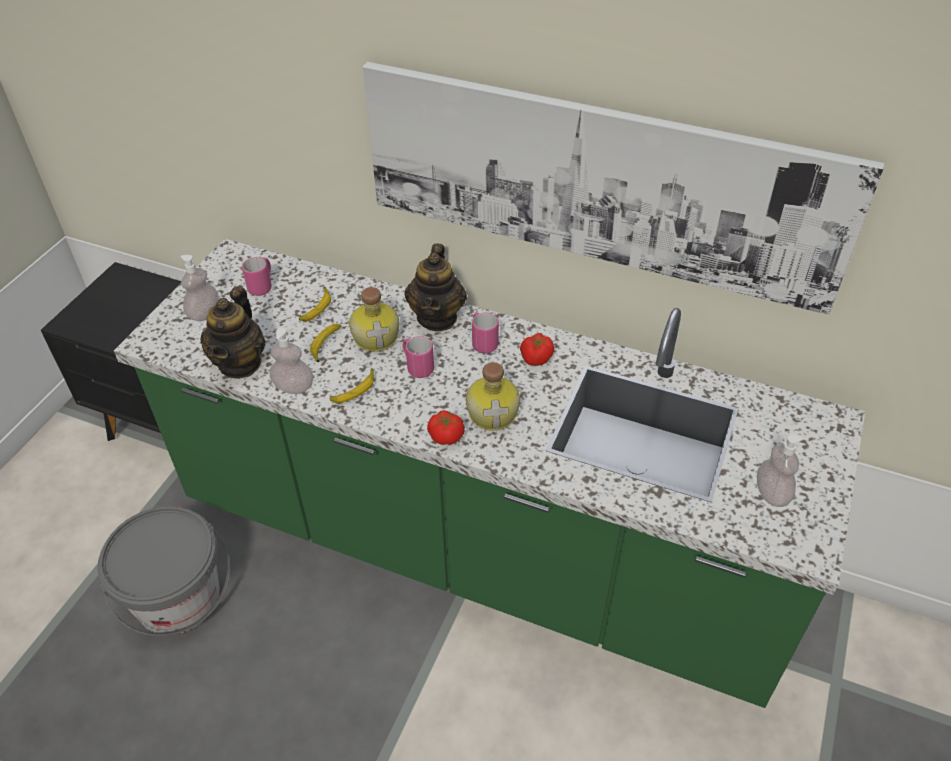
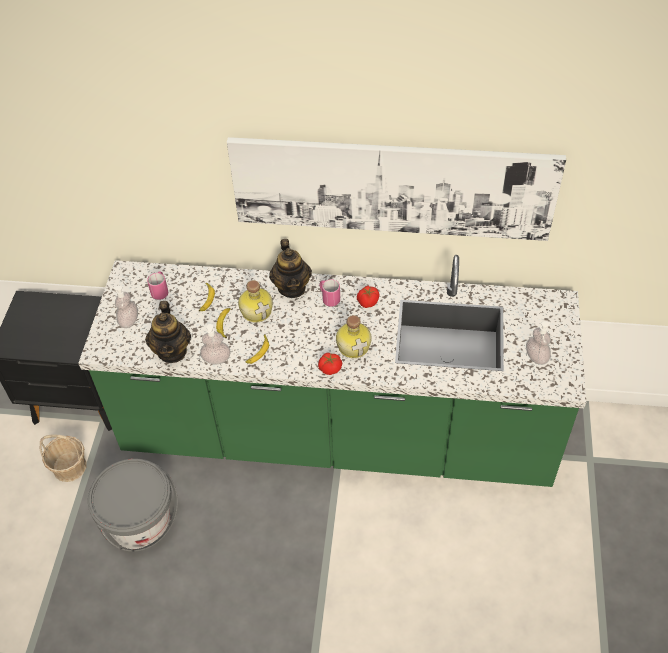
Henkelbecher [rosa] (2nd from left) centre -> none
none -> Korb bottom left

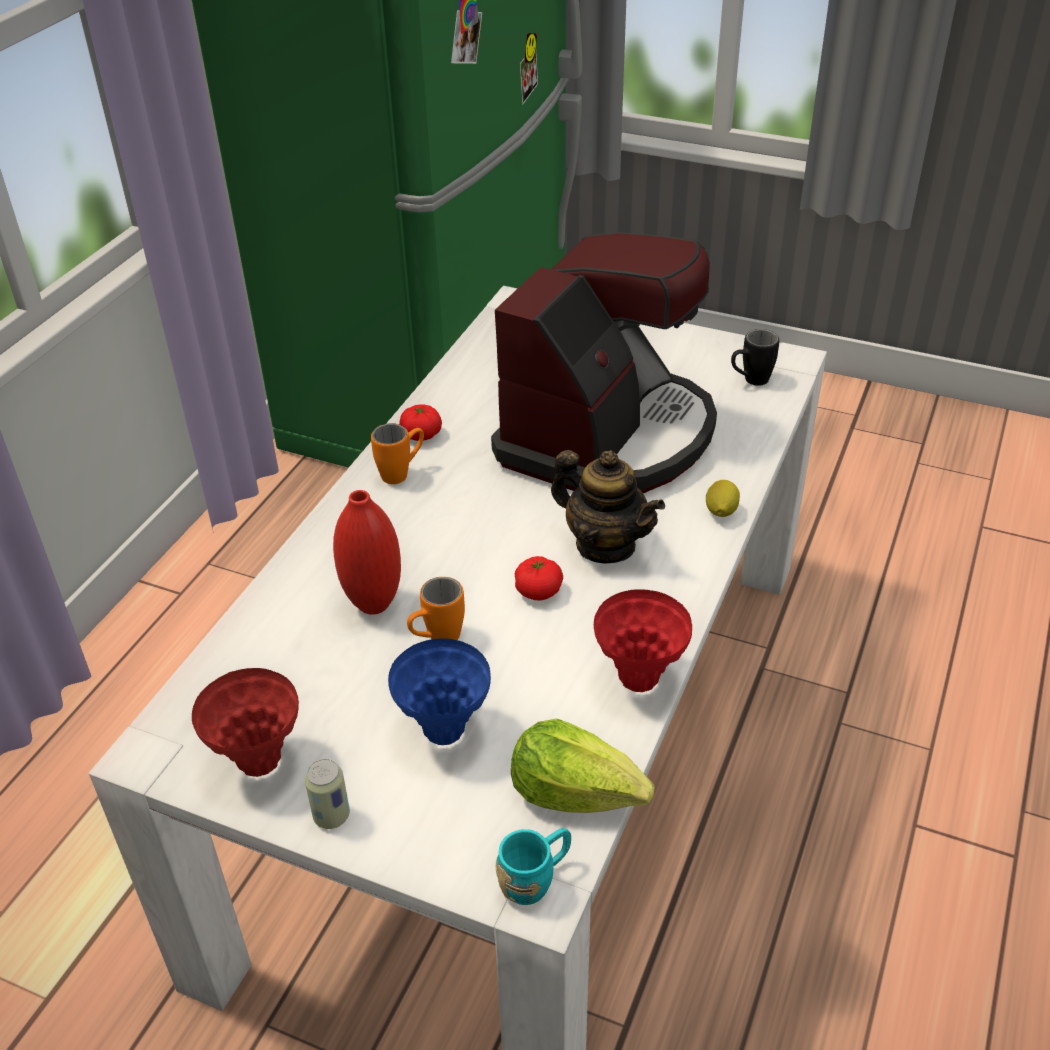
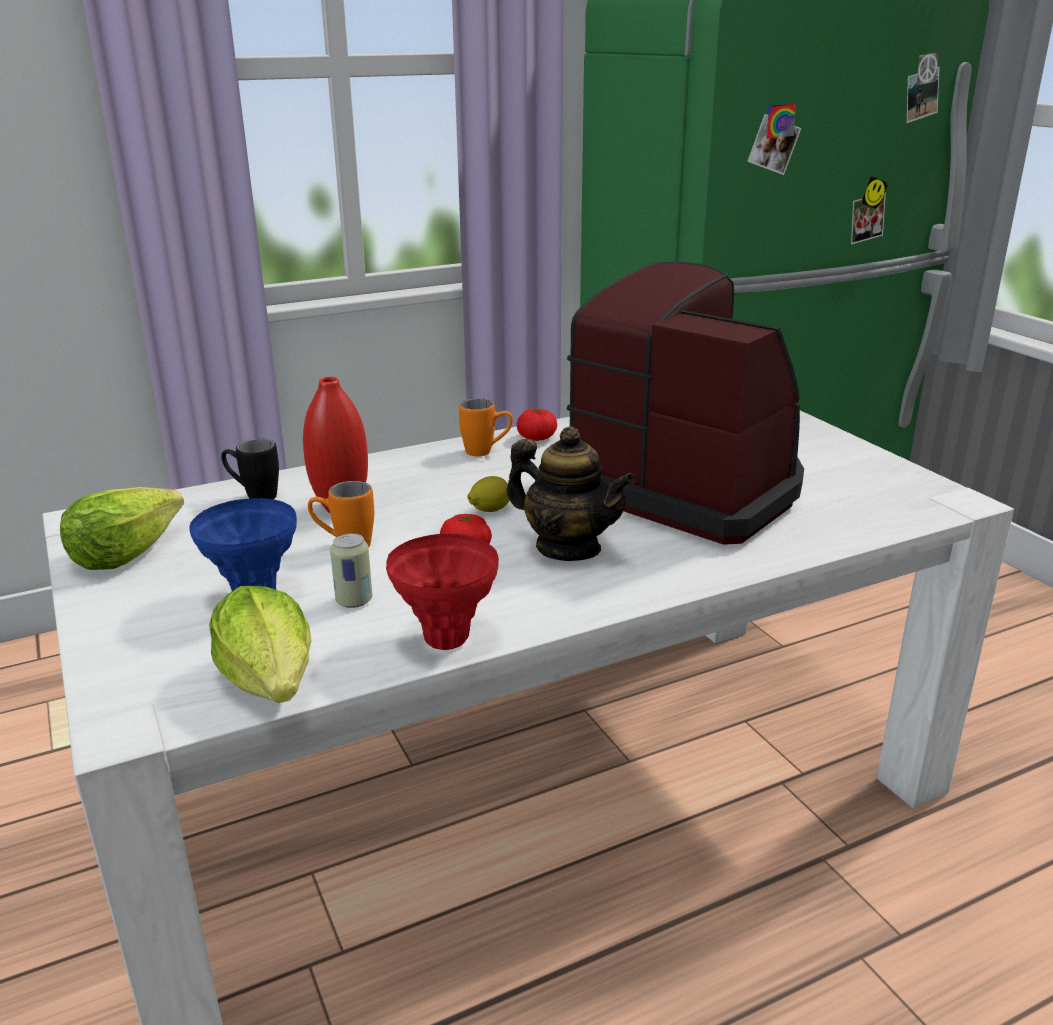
Vase [rot] (1st from left) bottom left -> Salatkopf (1st from left) middle left
Dose bottom left -> Dose centre, move
Kaffeemaschine centre, 120 degrees counterclockwise
Henkelbecher [türkis] bottom centre -> none
Teekanne centre, 45 degrees counterclockwise
Zitrone middle right -> Zitrone centre, move
Henkelbecher [schwarz] middle right -> Henkelbecher [schwarz] middle left, move

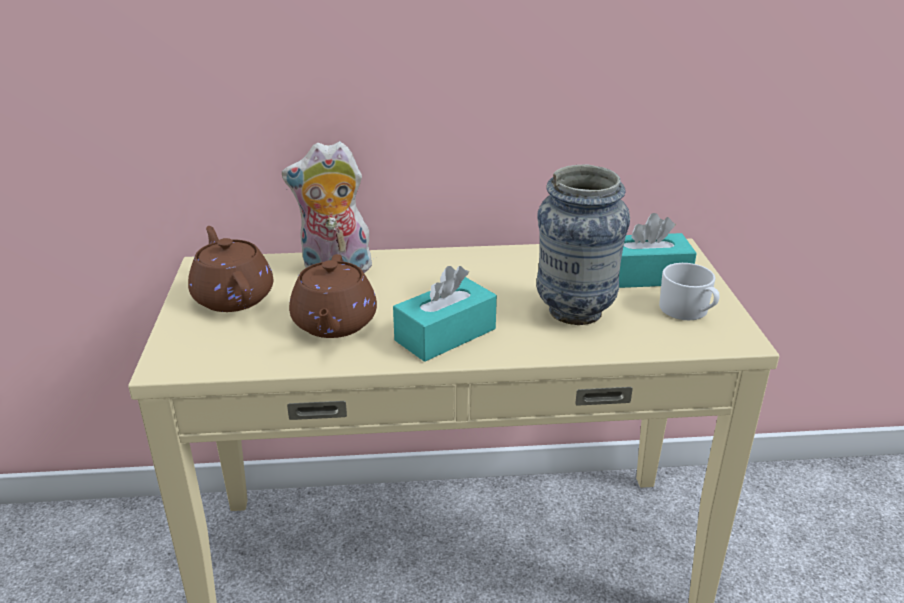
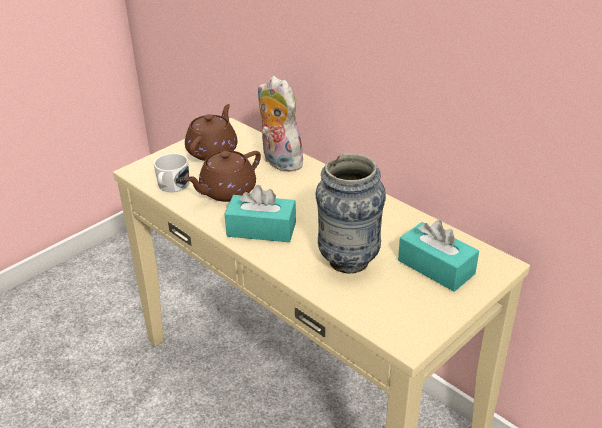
Henkelbecher [weiß] middle right -> Henkelbecher [weiß] middle left, move

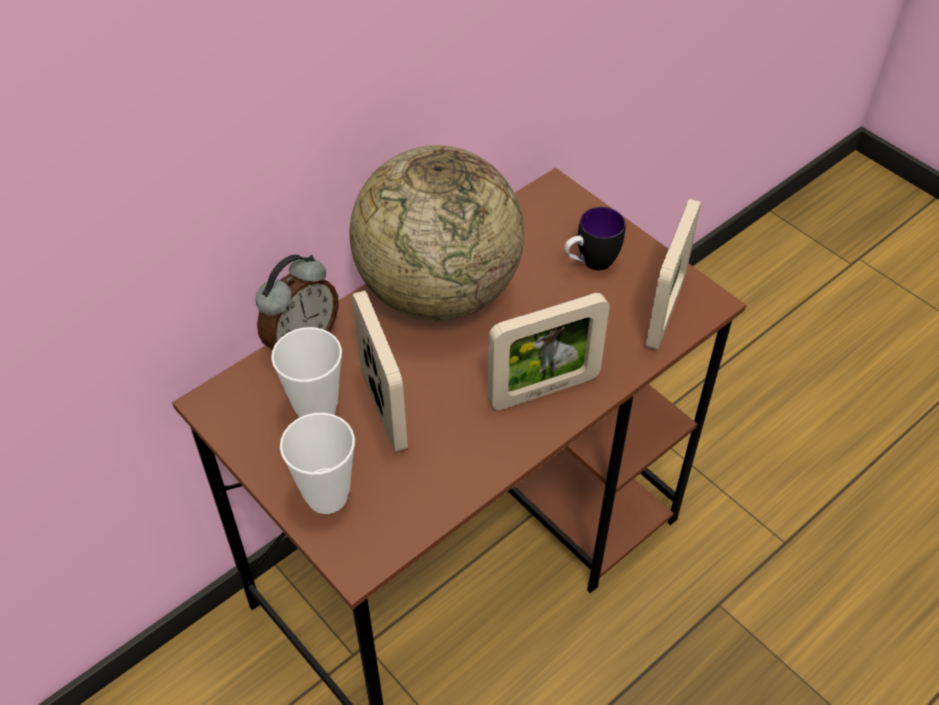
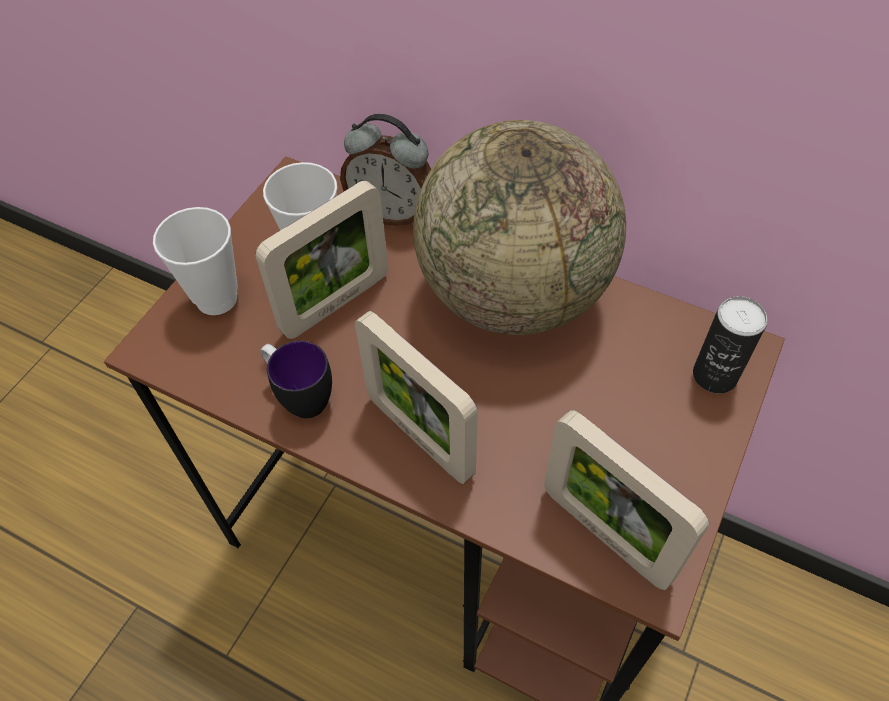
Henkelbecher centre -> Henkelbecher middle left, move
Bilderrahmen (3rd from left) middle right -> Bilderrahmen (3rd from left) bottom right, 45 degrees clockwise
none -> Dose middle right

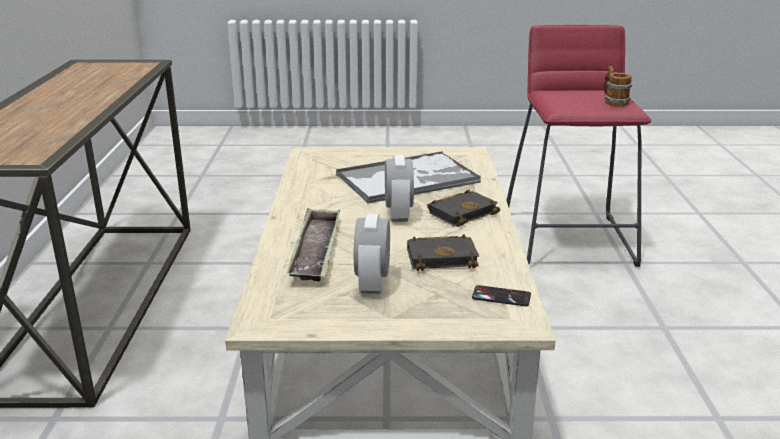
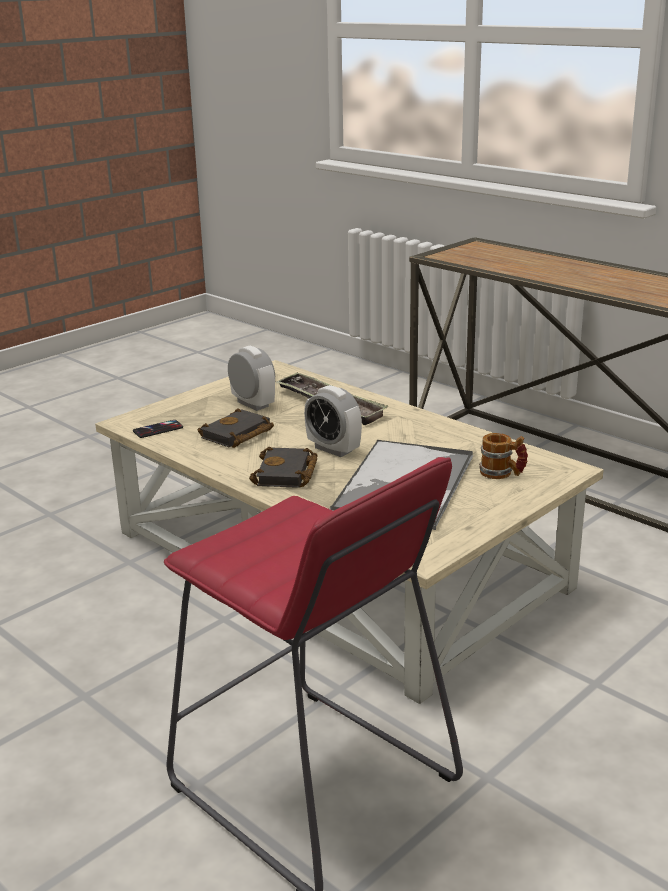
Henkelbecher top right -> Henkelbecher middle right, move

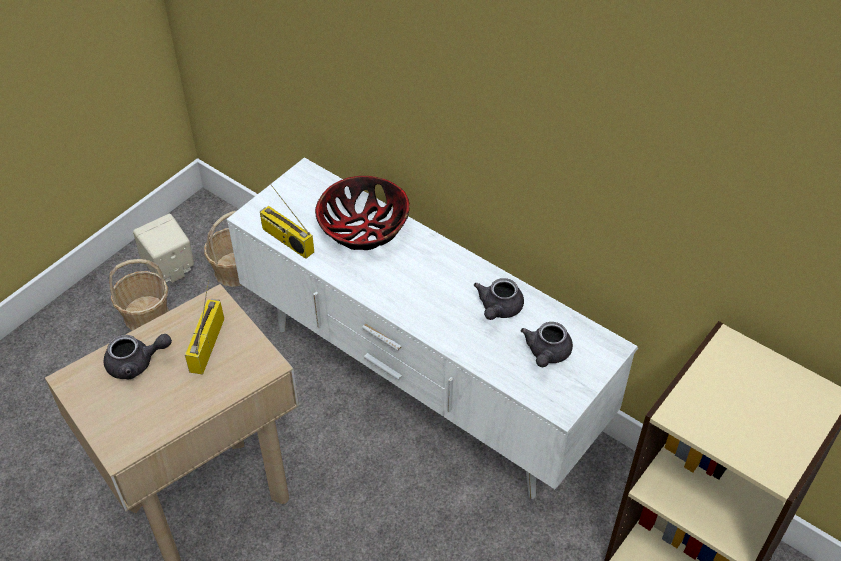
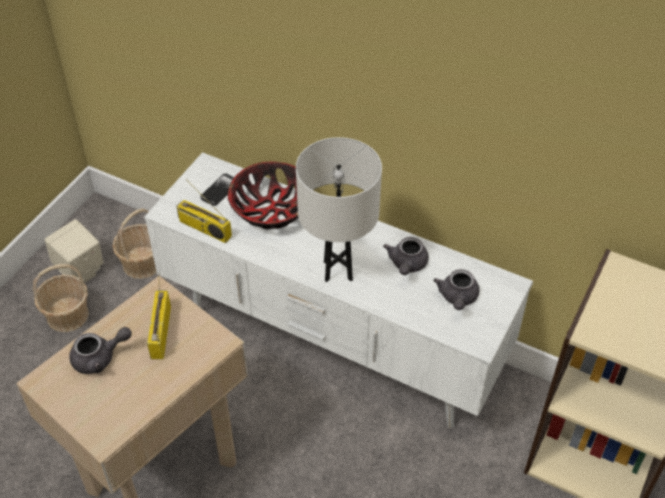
none -> Handy middle left
none -> Tischlampe [weiß] centre

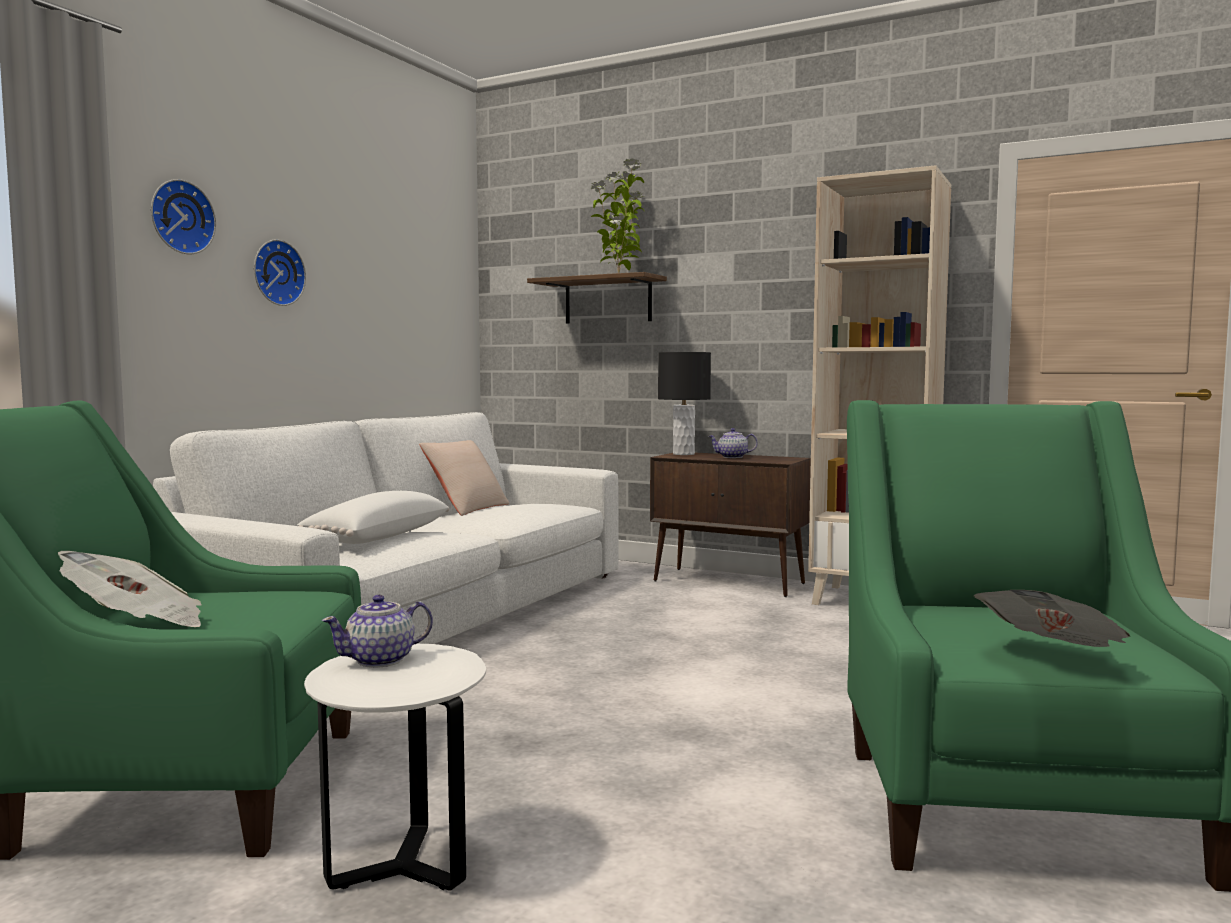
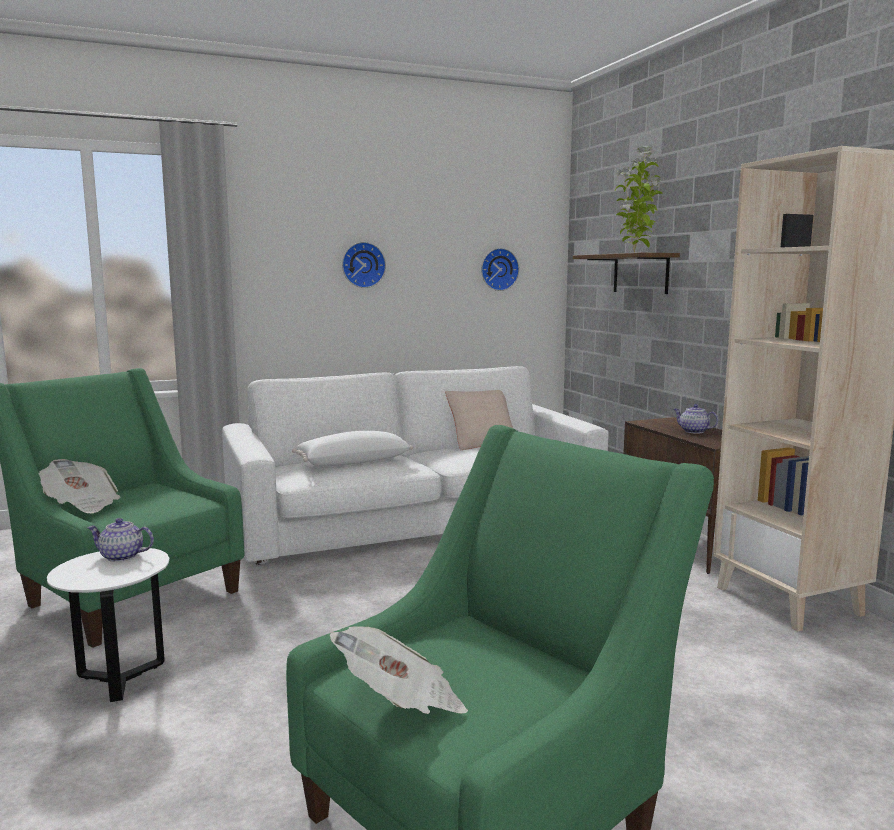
Wanduhr (1st from left in the first image) top left -> Wanduhr (2nd from left) top centre, move
Tischlampe [schwarz] centre -> none

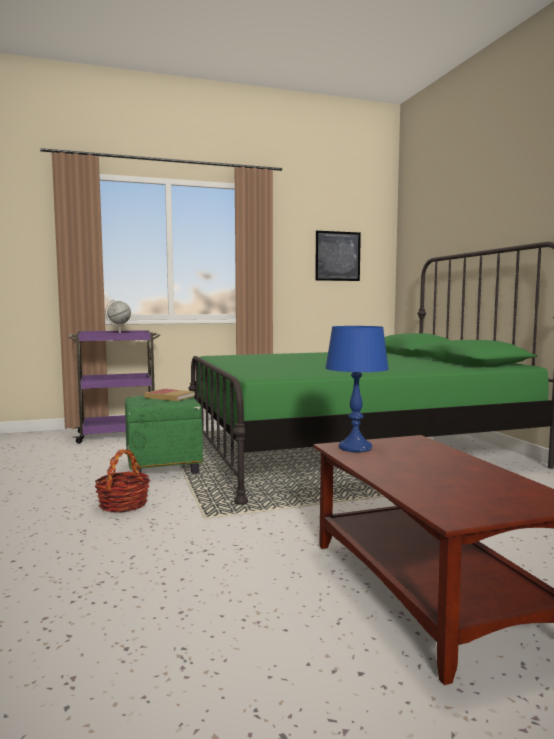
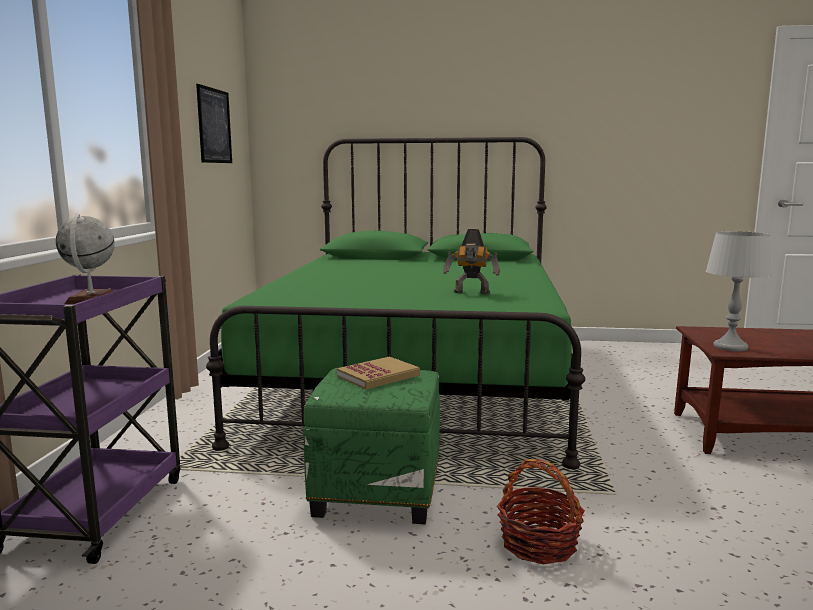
Tischlampe [blau] centre -> Tischlampe [grau] middle right
none -> Spielzeugroboter centre

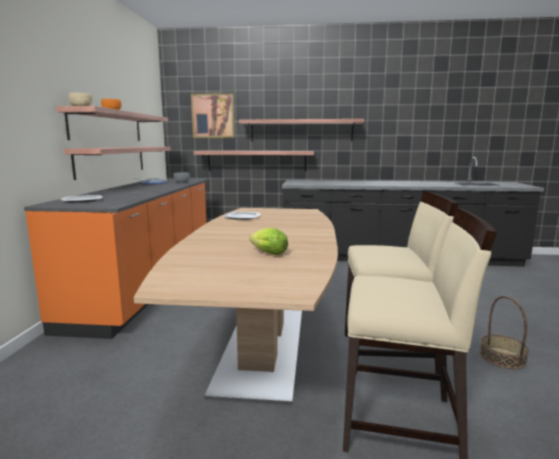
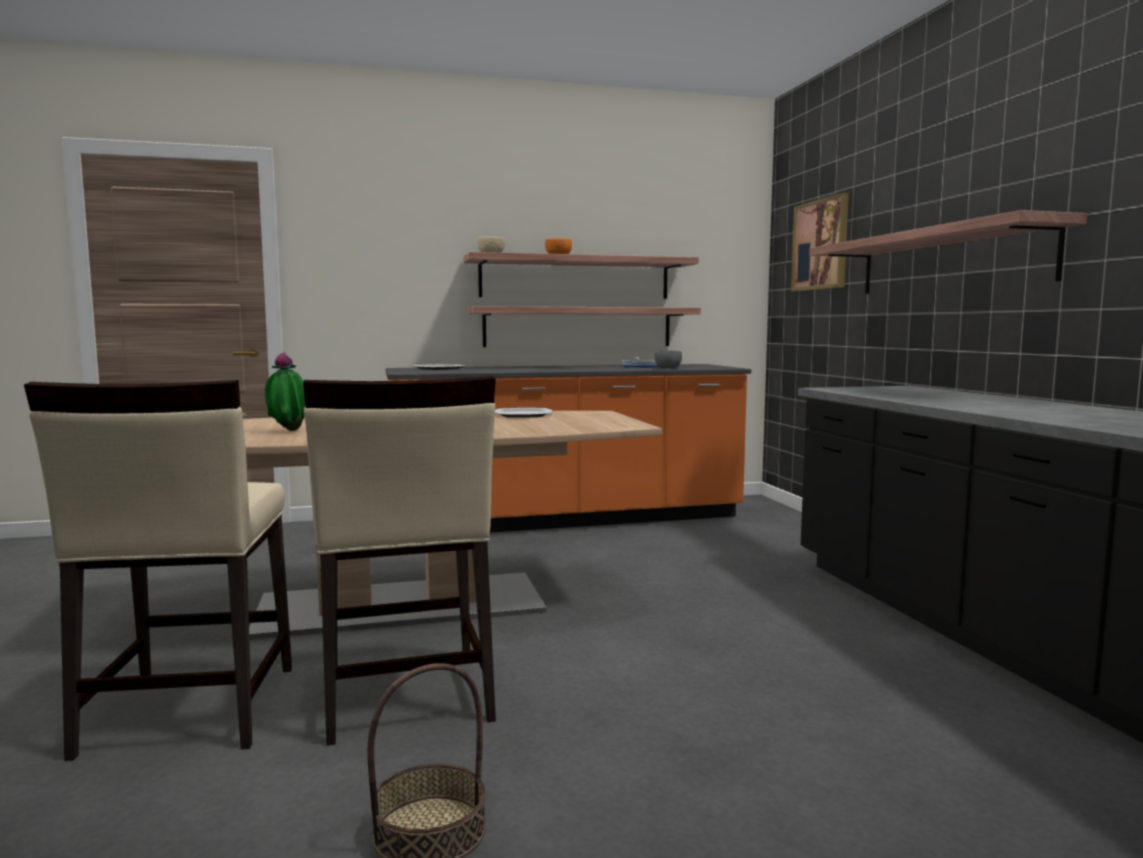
Wandregal (3rd from left) centre -> none
Salatkopf centre -> Topfpflanze middle left

